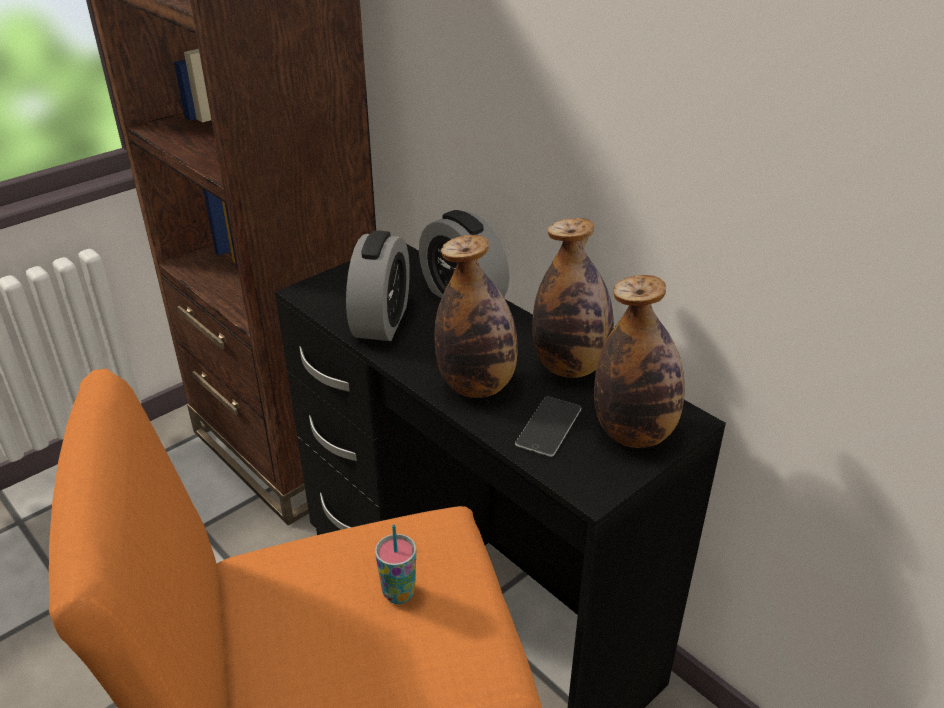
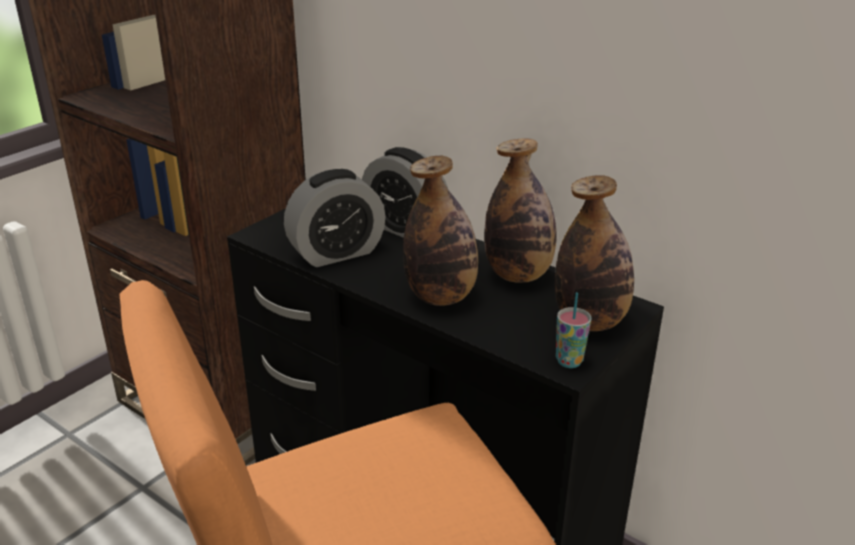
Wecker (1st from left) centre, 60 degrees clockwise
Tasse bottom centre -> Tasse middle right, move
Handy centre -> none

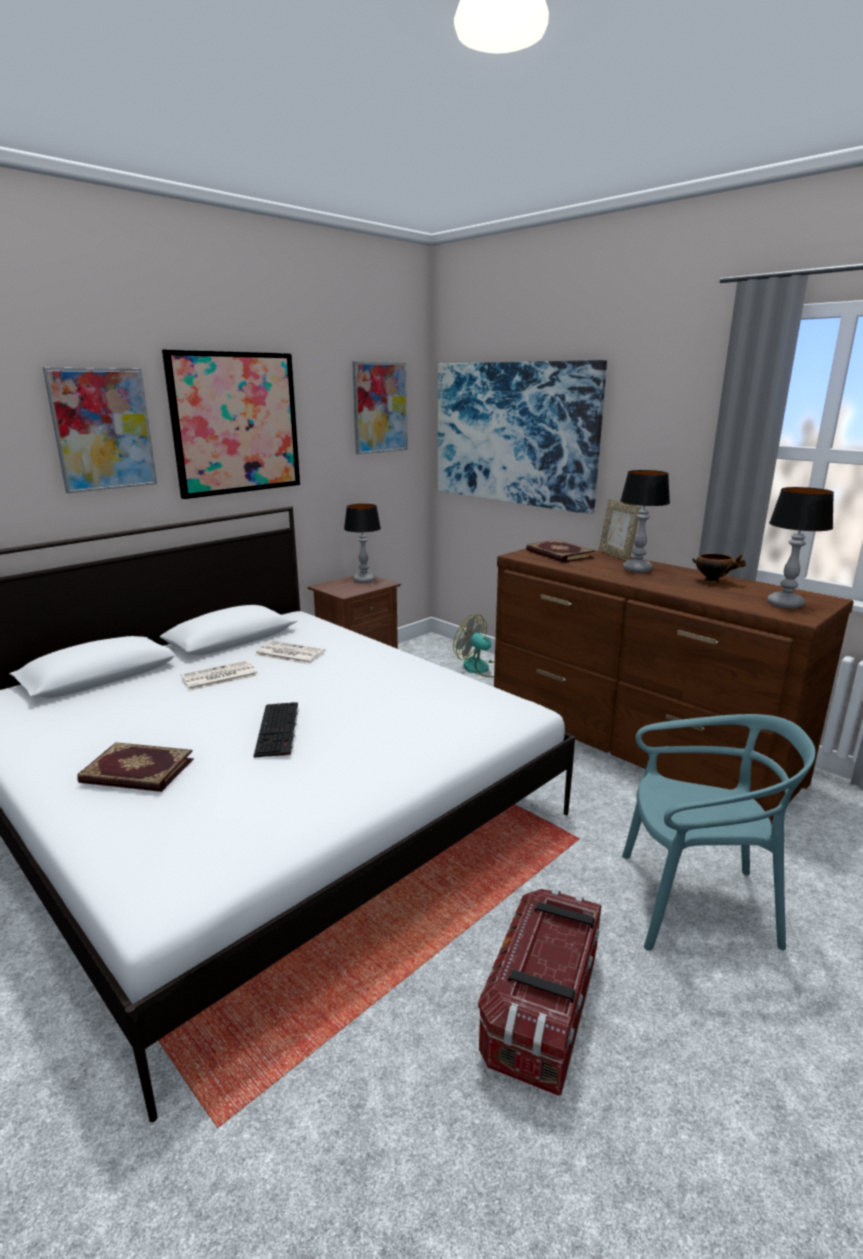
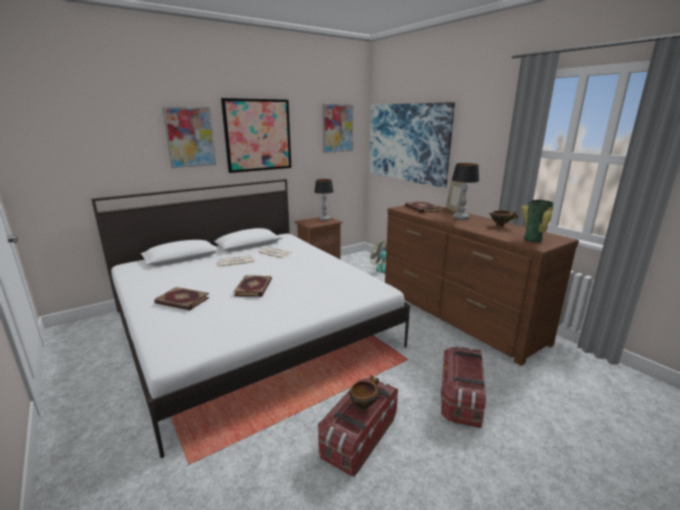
Tastatur middle left -> Buch (2nd from left) centre
Stuhl [türkis] middle right -> Aufbewahrungsbox (2nd from left) bottom right
Tischlampe (3rd from left) middle right -> Vase middle right
none -> Schüssel (1st from left) bottom centre

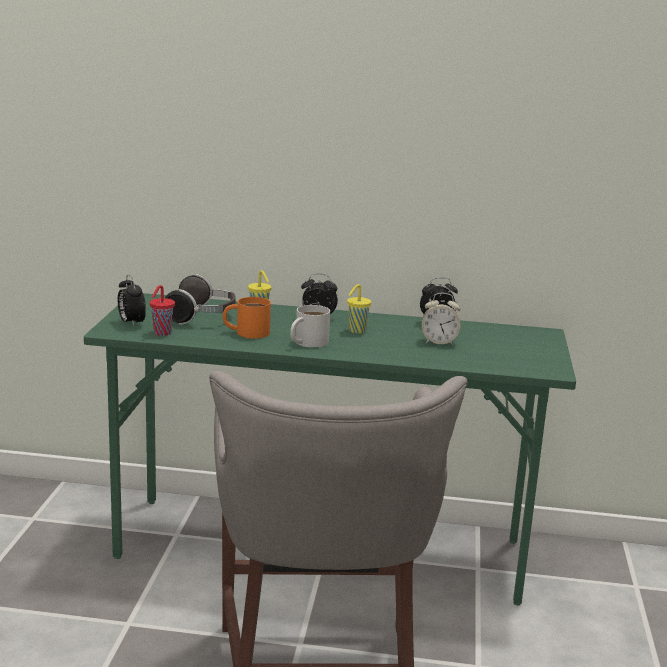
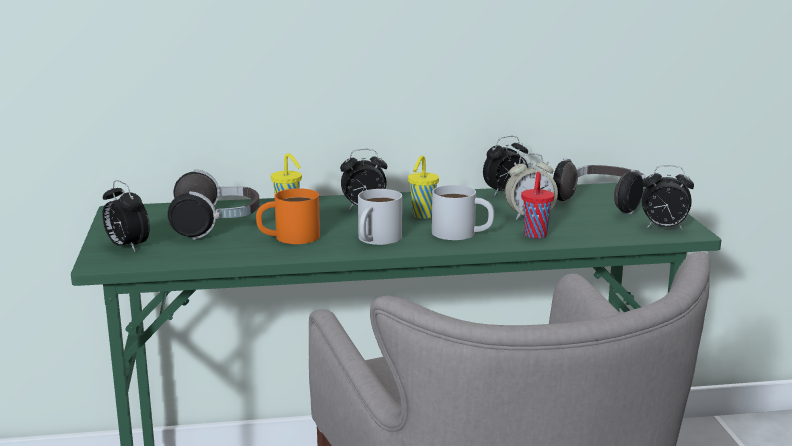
Tasse [rot] middle left -> Tasse [rot] middle right, move
none -> Henkelbecher [weiß] (2nd from left) centre
none -> Kopfhörer (2nd from left) middle right
none -> Wecker (5th from left) middle right

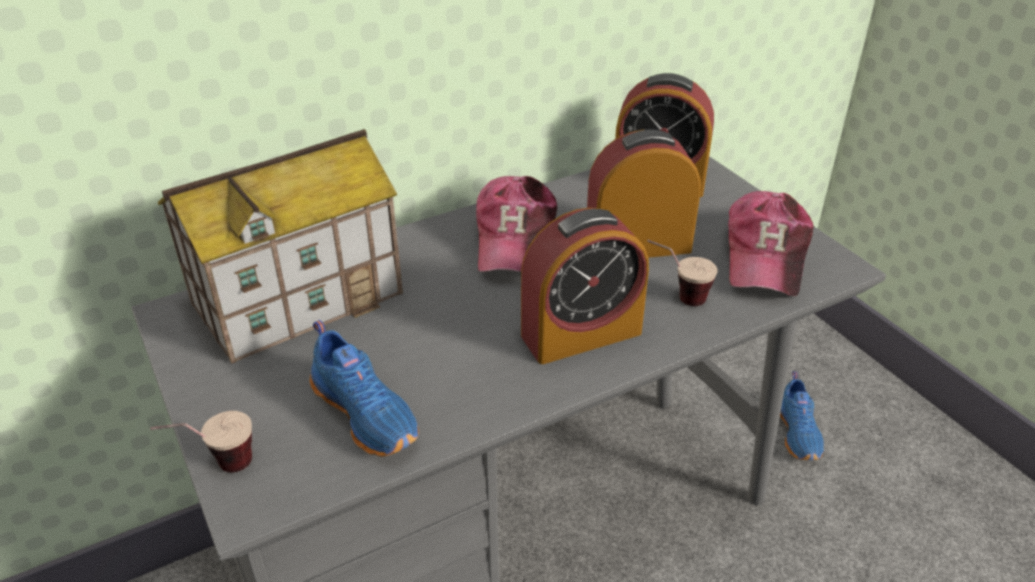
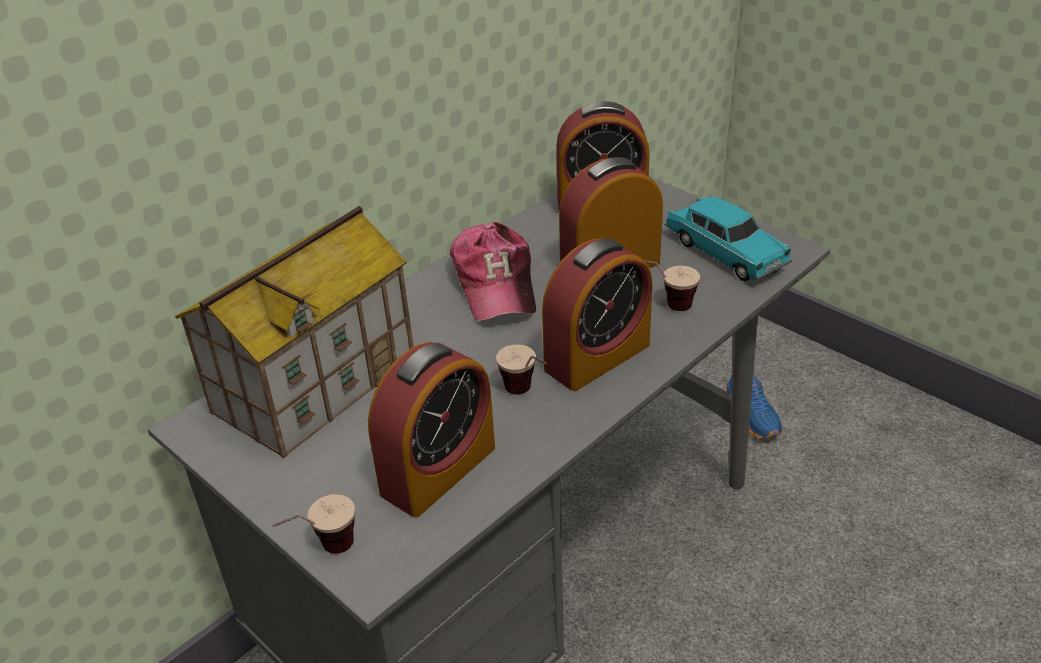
Schuh [blau] (1st from left) bottom centre -> Wecker (1st from left) centre
Kappe (2nd from left) middle right -> Spielzeugauto [türkis] middle right
none -> Tasse (2nd from left) centre

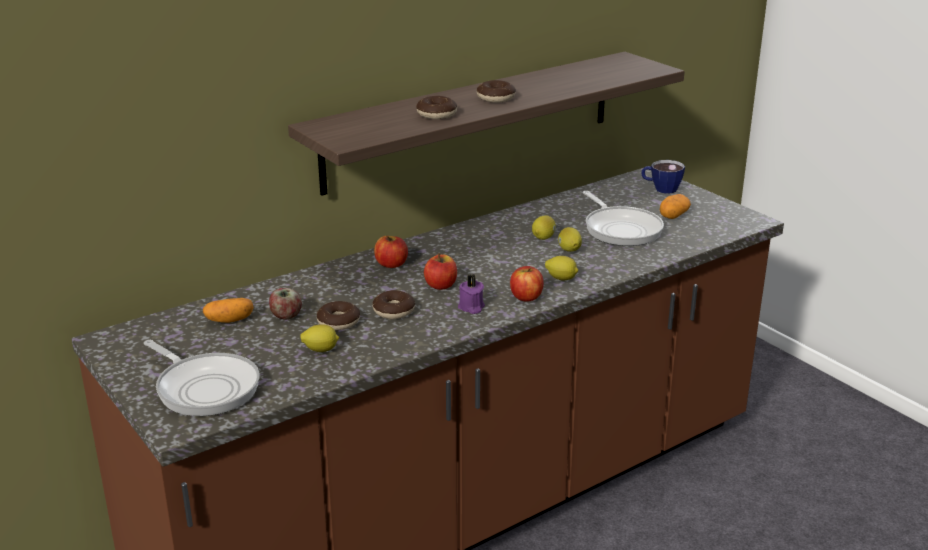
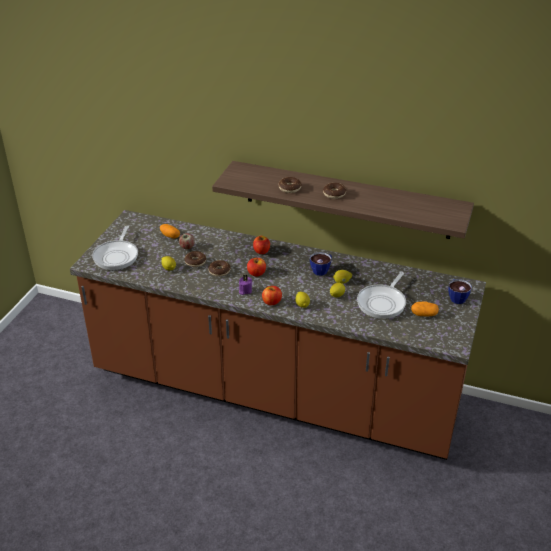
none -> Tasse (1st from left) centre

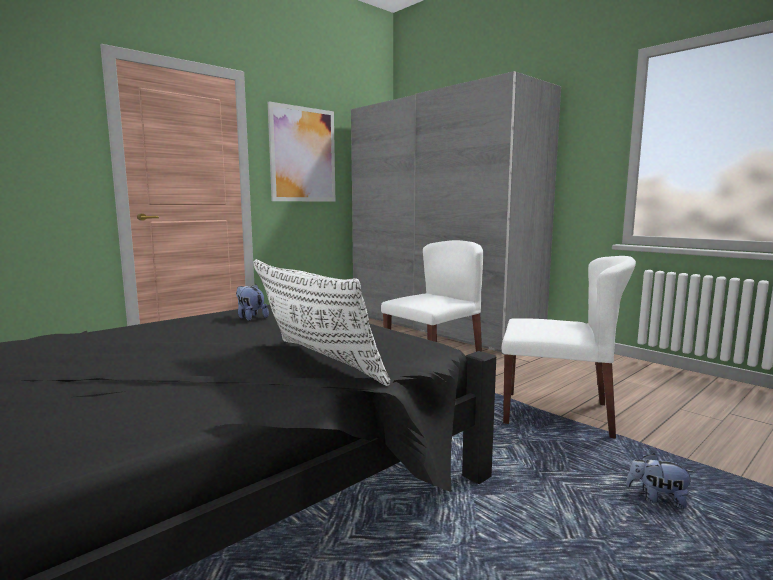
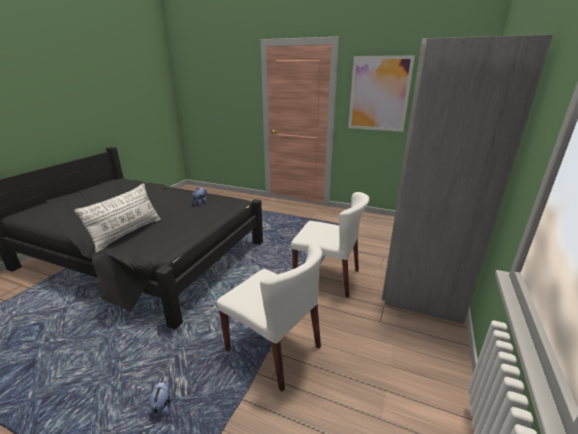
Stuhl [weiß] (2nd from left in the first image) middle right -> Stuhl [weiß] (1st from left) bottom centre, 45 degrees counterclockwise

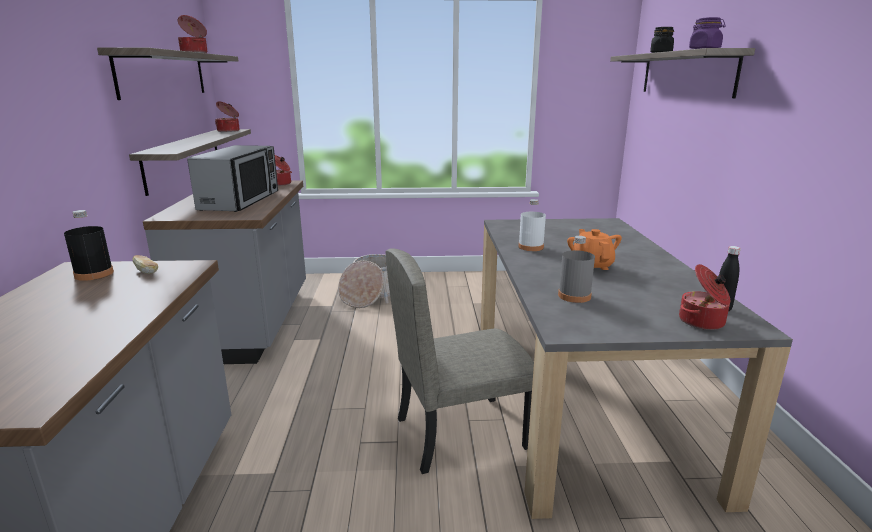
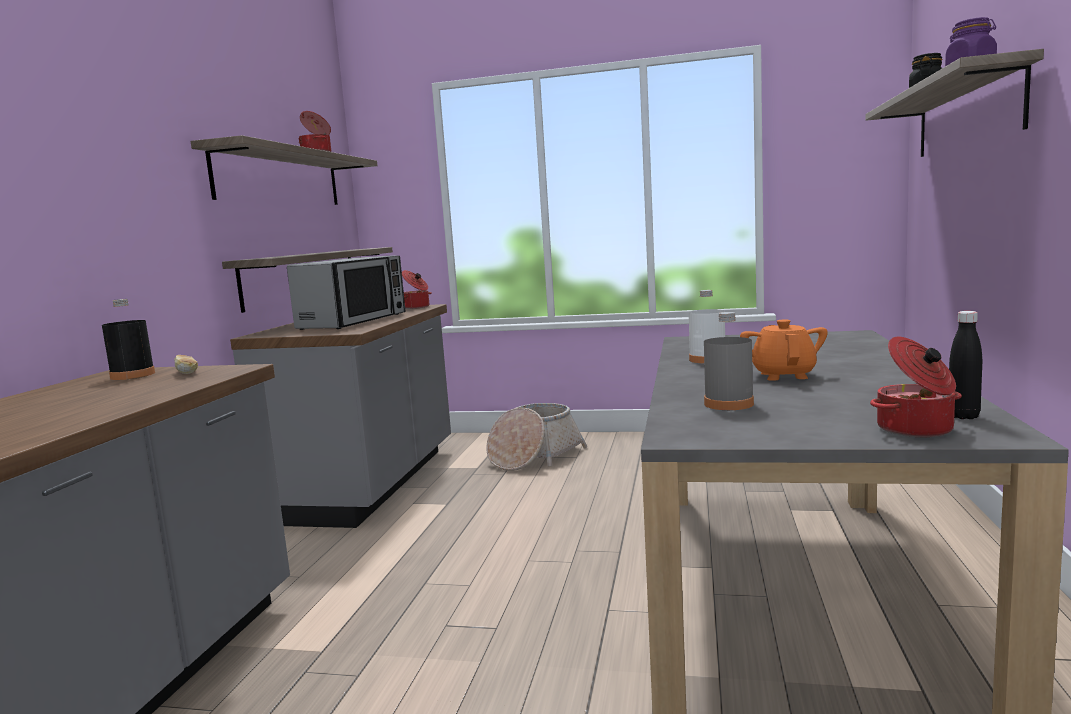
Kochtopf (2nd from left) top left -> none
Stuhl [beige] bottom centre -> none

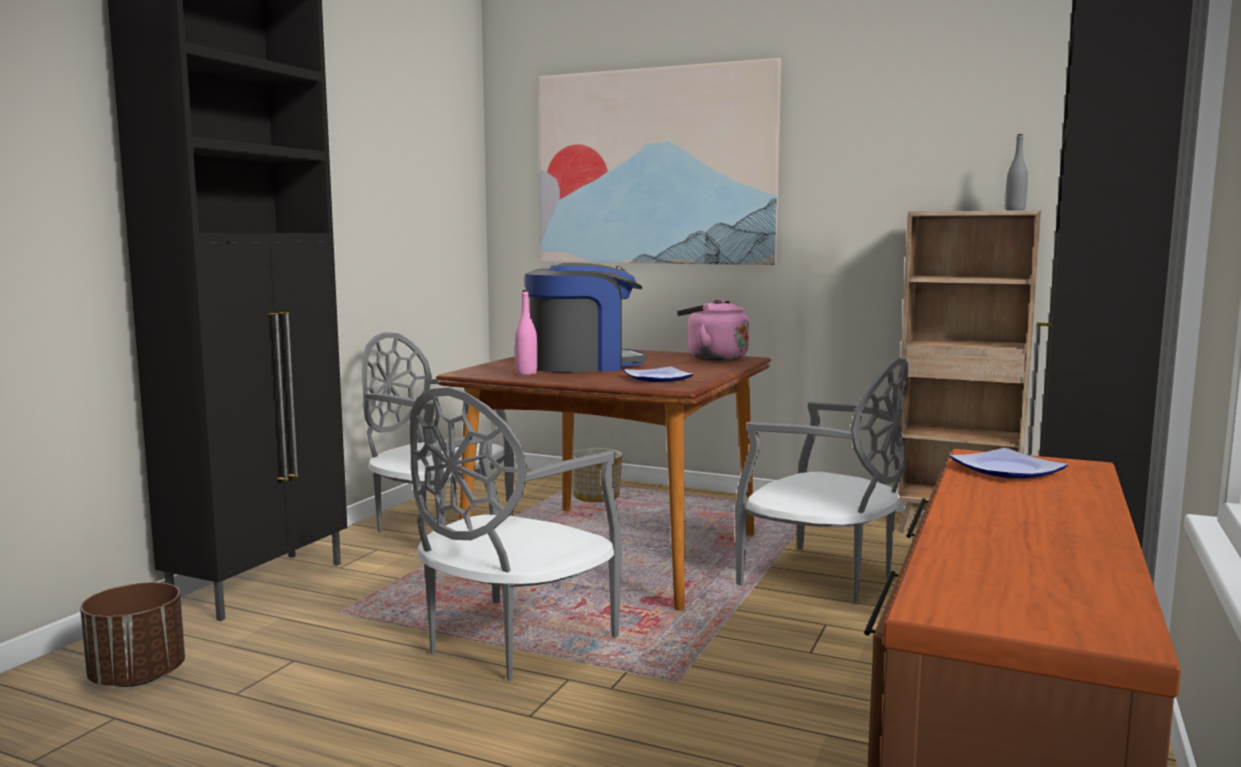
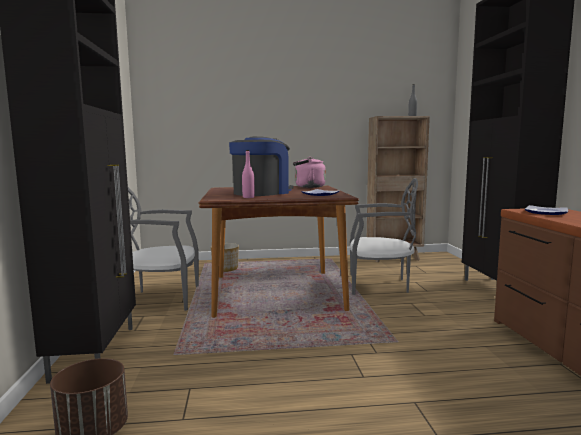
Stuhl [grau] (2nd from left) bottom centre -> none
Bild top centre -> none

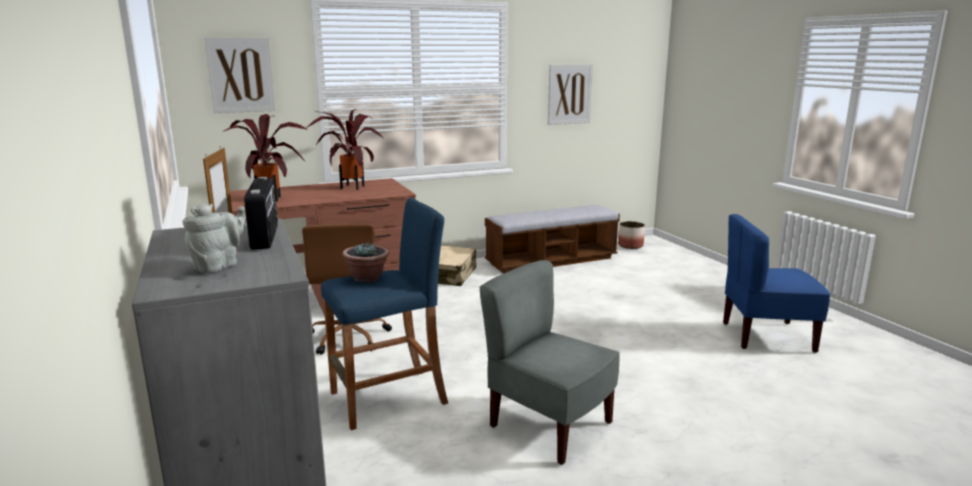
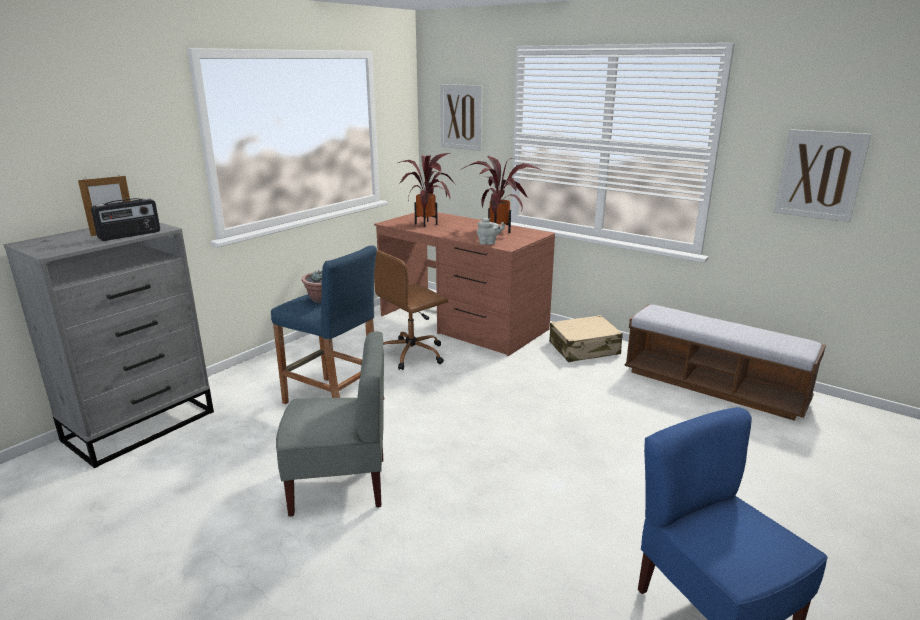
Teekanne [grau] middle left -> Teekanne [grau] centre, move
Stuhl [grau] bottom centre, 75 degrees clockwise
Pflanzkübel centre -> none

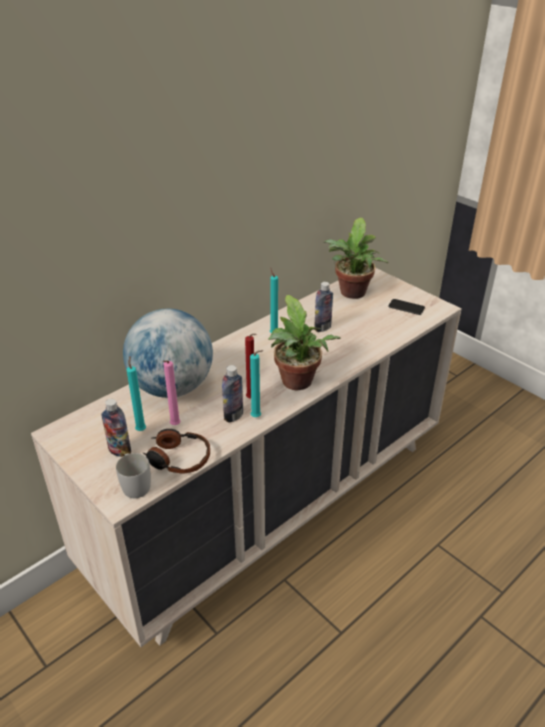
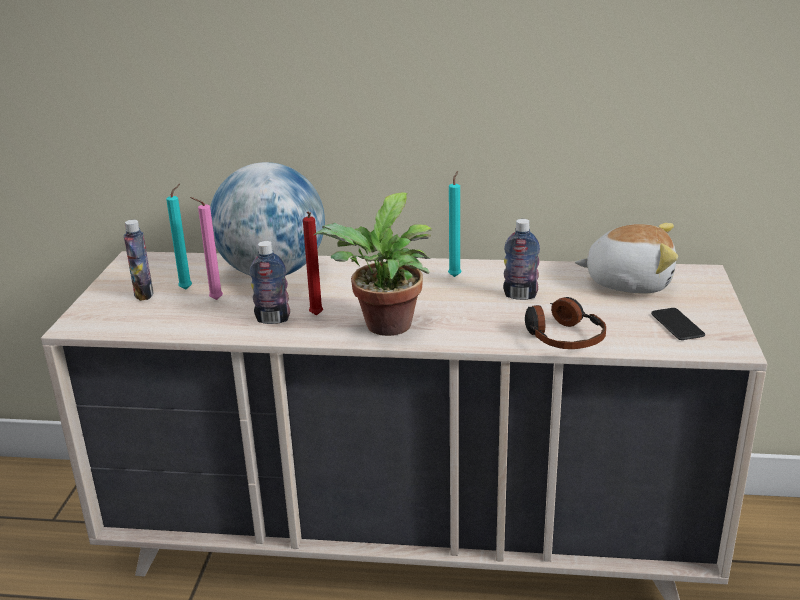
Henkelbecher [weiß] middle left -> none
Kopfhörer middle left -> Kopfhörer middle right, move
Kerze [türkis] (2nd from left) centre -> none
Topfpflanze (2nd from left) centre -> Plüschtier middle right

